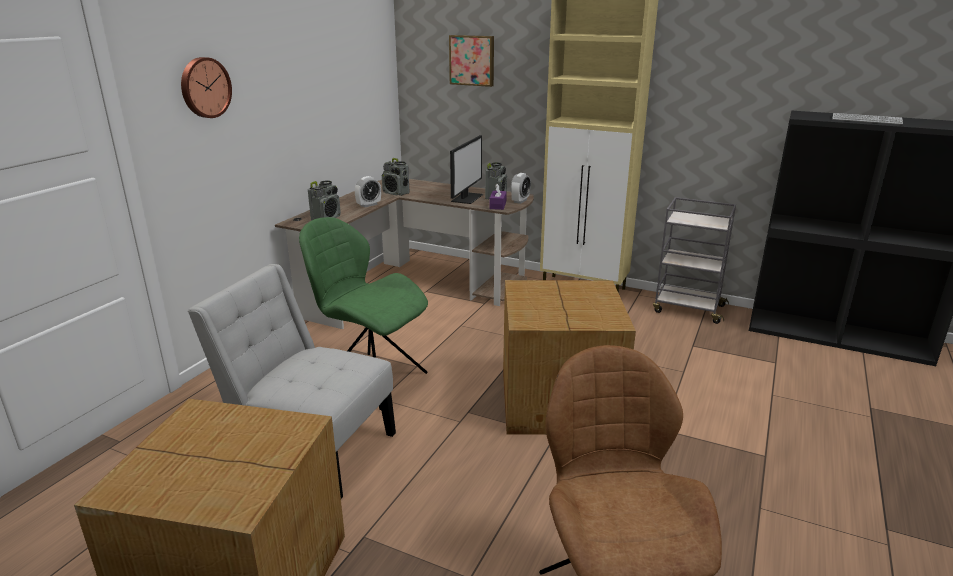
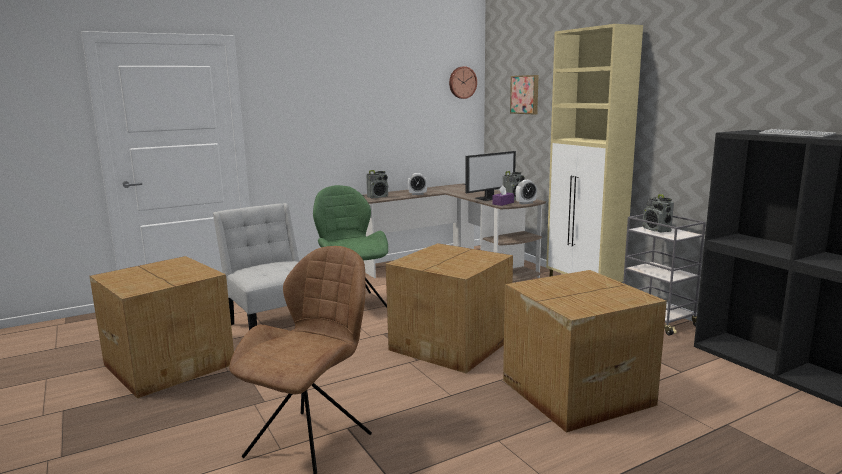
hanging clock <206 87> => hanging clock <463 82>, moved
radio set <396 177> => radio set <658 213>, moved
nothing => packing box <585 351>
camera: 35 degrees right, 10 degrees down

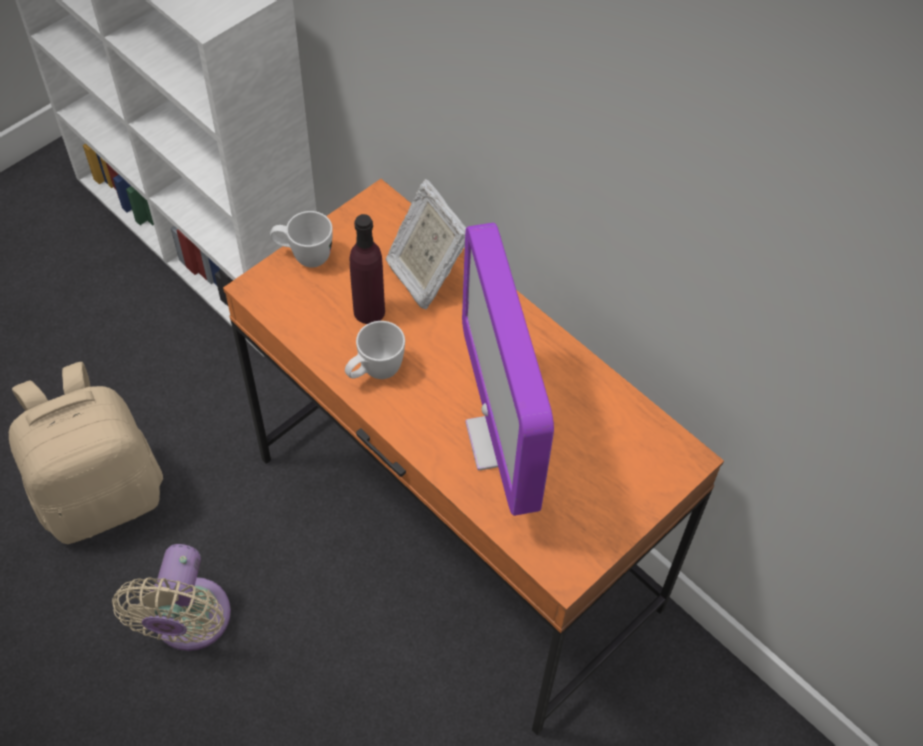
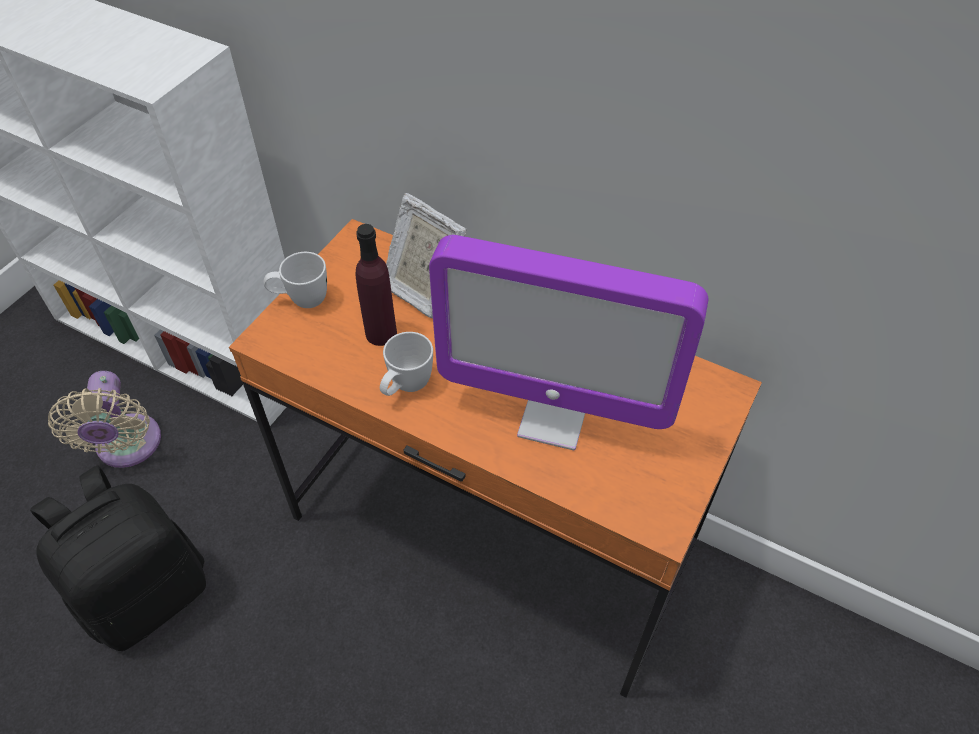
computer display <508 369> => computer display <569 342>, 45 degrees counterclockwise
beige rucksack <86 453> => black-coloured rucksack <118 558>
beige cooling fan <171 597> => beige cooling fan <104 419>, moved
camera: 15 degrees left, 5 degrees down

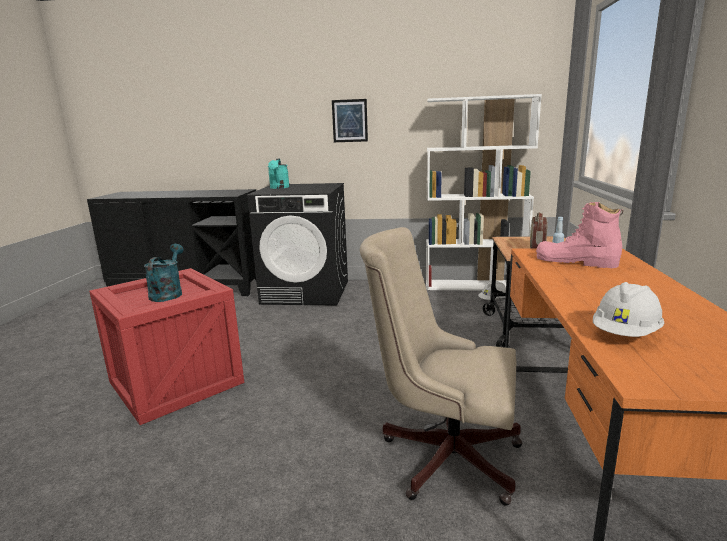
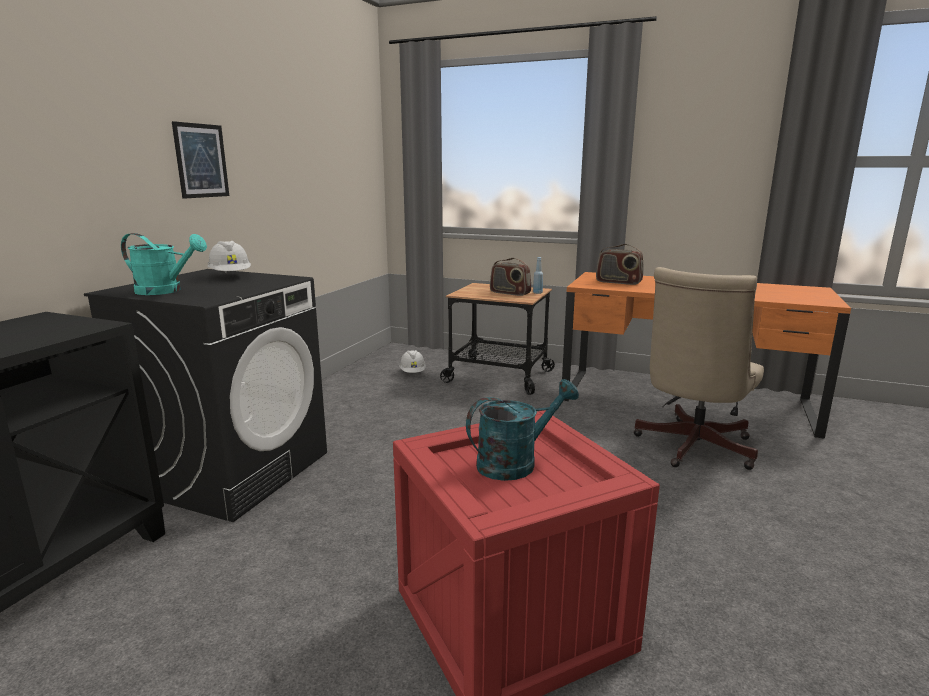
white bookcase <484 192> => nothing
pink-coloured high-top boot <579 235> => radio set <620 264>
blue-green watering can <164 273> => blue-green watering can <522 430>, 135 degrees clockwise
white work helmet <628 309> => white work helmet <229 257>, moved
camera: 75 degrees left, 0 degrees up

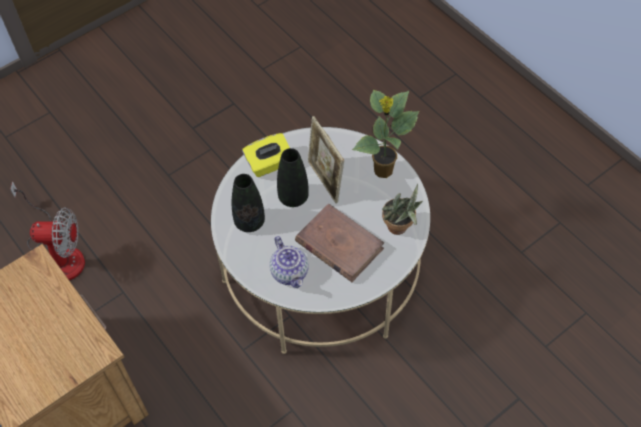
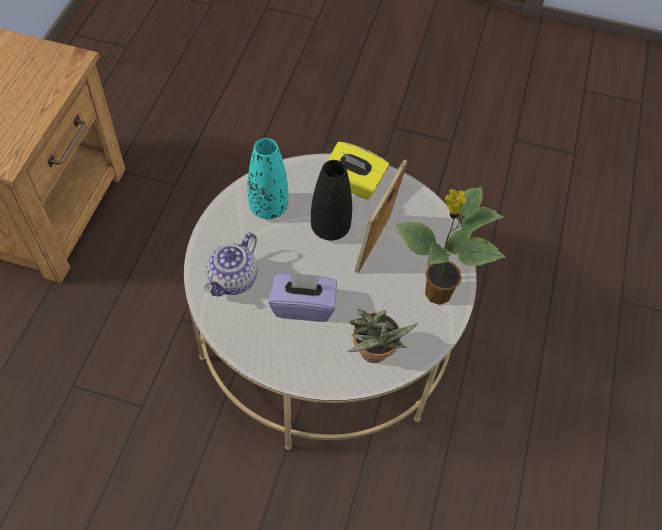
black-coloured vase <248 203> => blue-green vase <268 178>
cooling fan <47 230> => nothing
brown-coloured volume <339 242> => purple-coloured tissue box <303 297>
camera: 50 degrees right, 0 degrees up

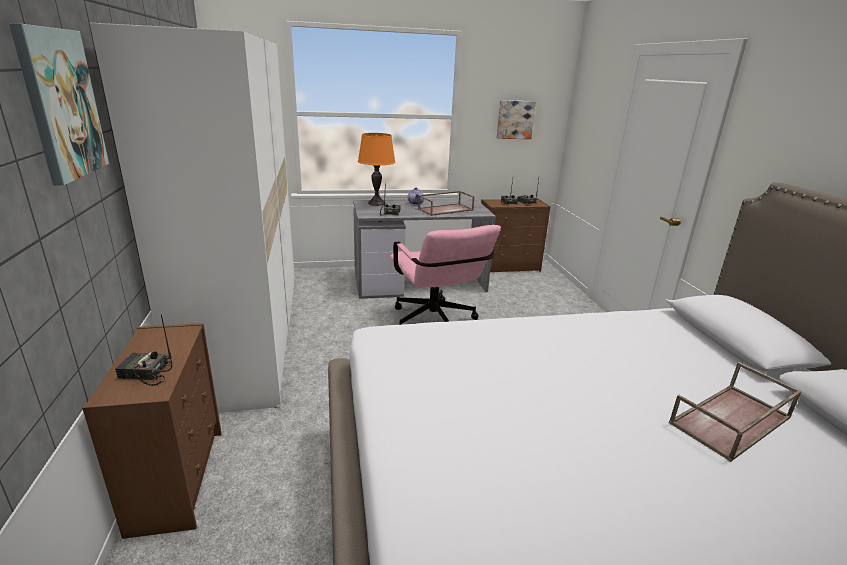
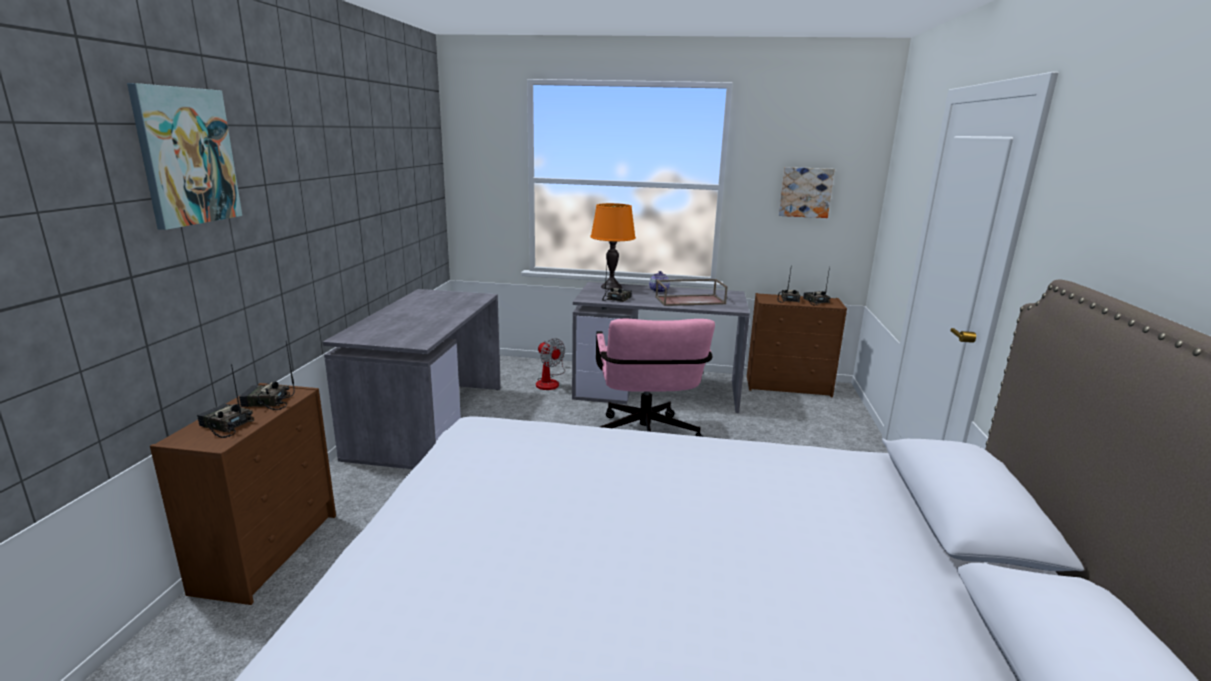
white wardrobe <192 218> => greyish desk <412 379>
brown-coloured serving tray <735 412> => nothing
nothing => cooling fan <550 364>
nothing => radio set <267 375>
camera: 20 degrees right, 5 degrees down

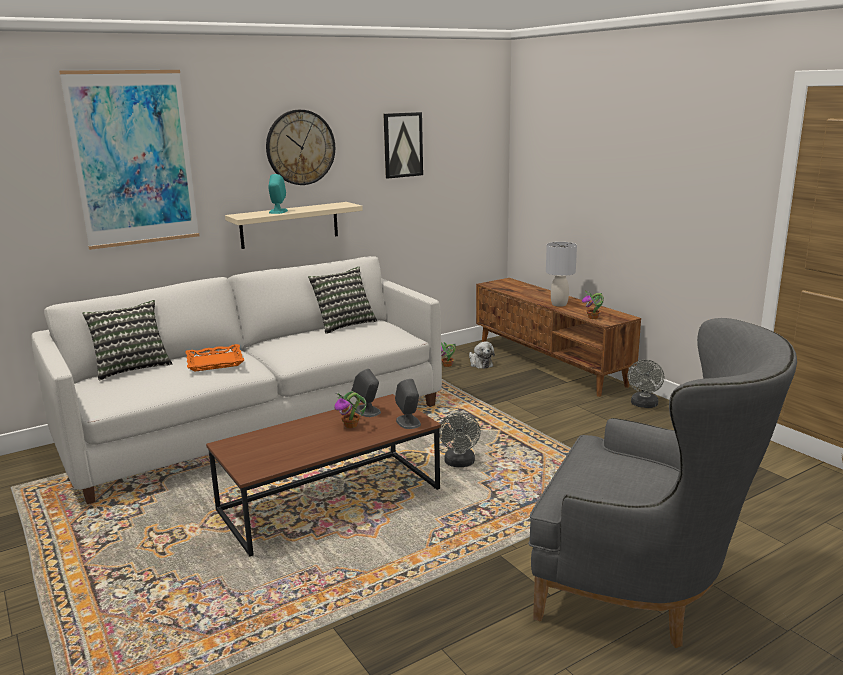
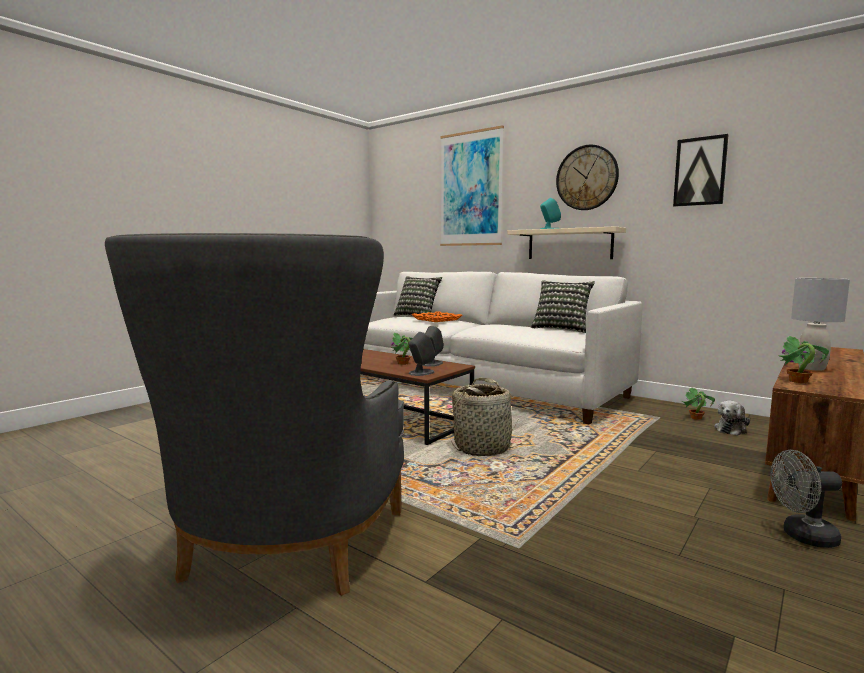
greyish cooling fan <460 439> => storage basket <485 417>
camera: 70 degrees right, 10 degrees down

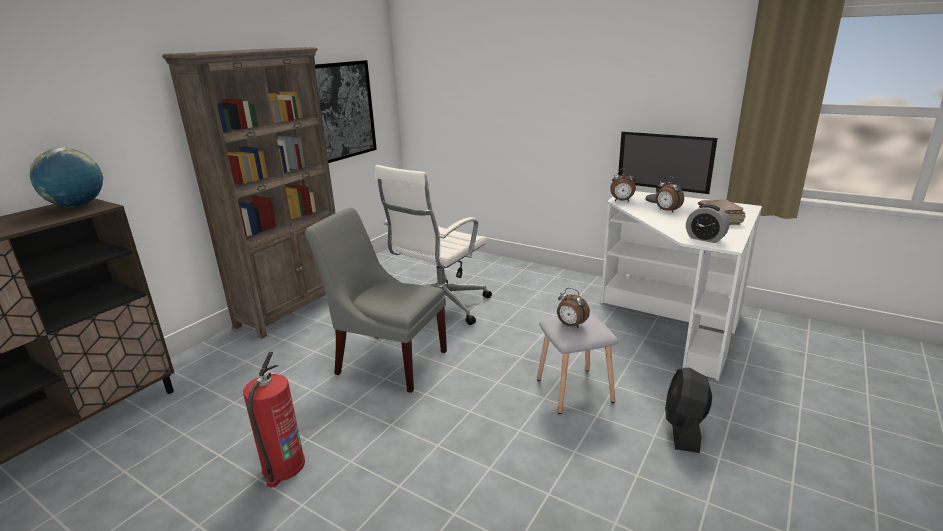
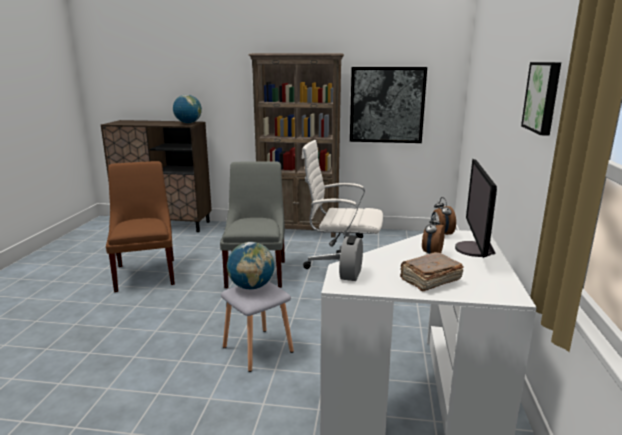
alarm clock <573 308> => globe <251 265>
fire extinguisher <274 419> => brown-coloured plain chair <140 226>
black-coloured cooling fan <688 410> => nothing
nothing => picture <541 98>
camera: 65 degrees right, 5 degrees down

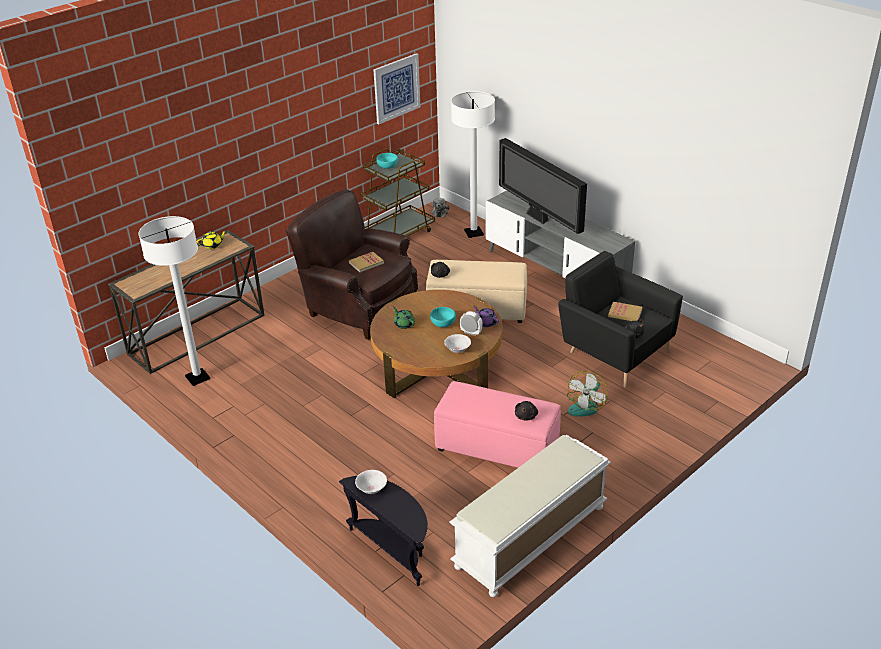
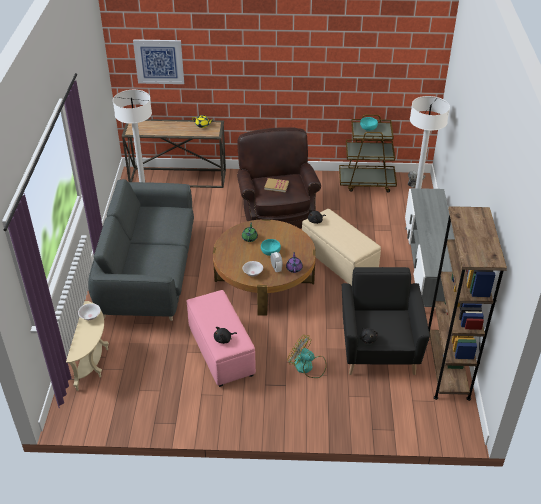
picture <396 88> => picture <158 61>, moved
television <543 186> => nothing
volume <625 311> => nothing
cooling fan <587 394> => cooling fan <307 356>, 45 degrees clockwise
white indoor bench <530 516> => nothing
black-coloured accent table <383 531> => beige accent table <87 346>
nothing => greyish couch <141 250>
nothing => brown-coloured bookcase <467 303>
camera: 45 degrees right, 5 degrees up

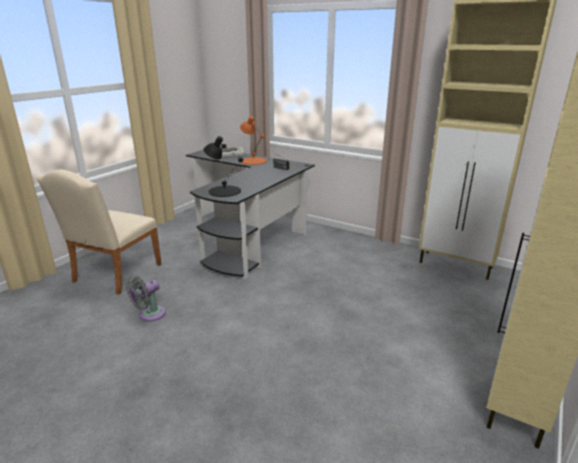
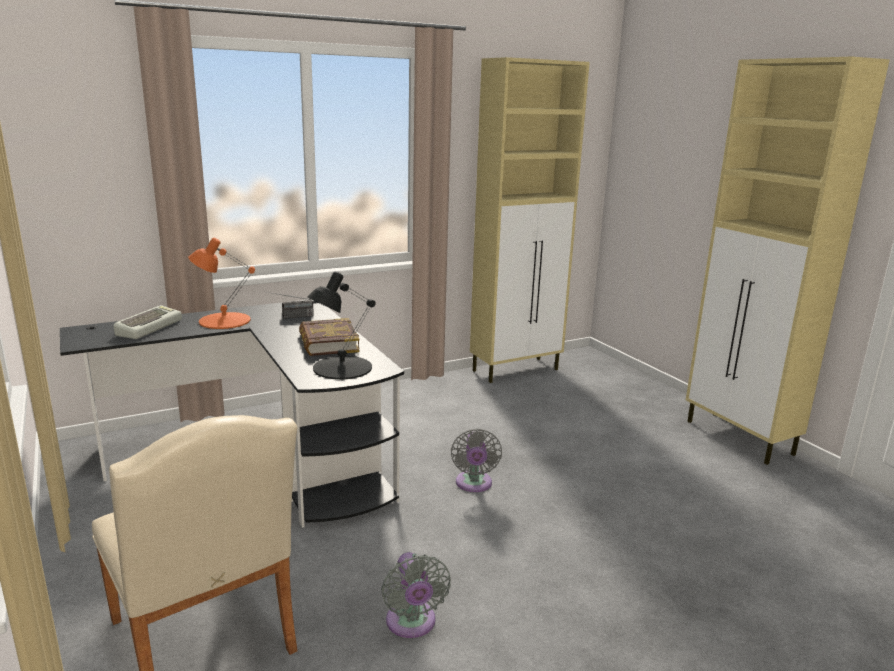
nothing => volume <329 337>
nothing => greyish cooling fan <476 460>
camera: 60 degrees left, 5 degrees down

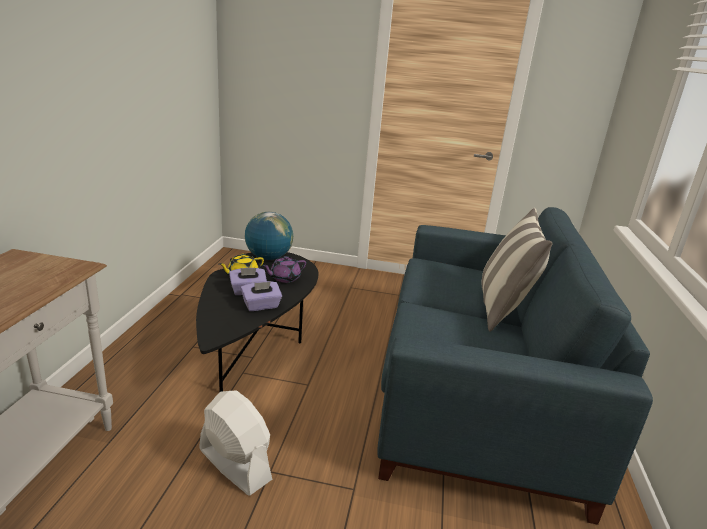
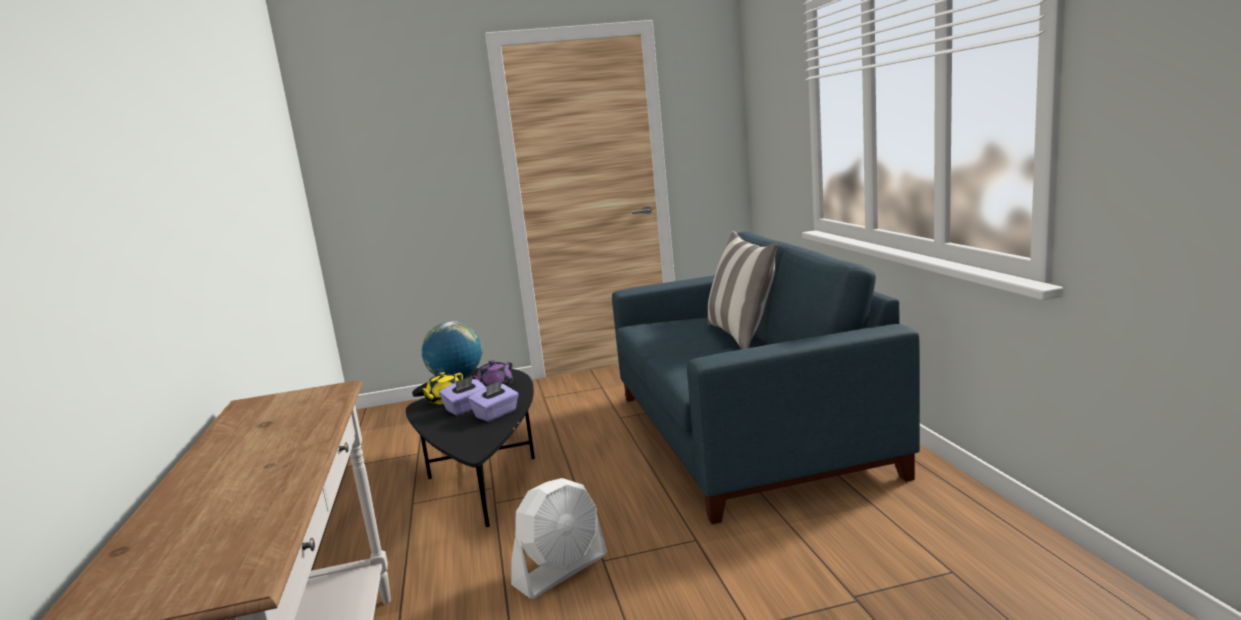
white cooling fan <235 442> => white cooling fan <559 538>, 120 degrees clockwise
camera: 20 degrees left, 10 degrees down

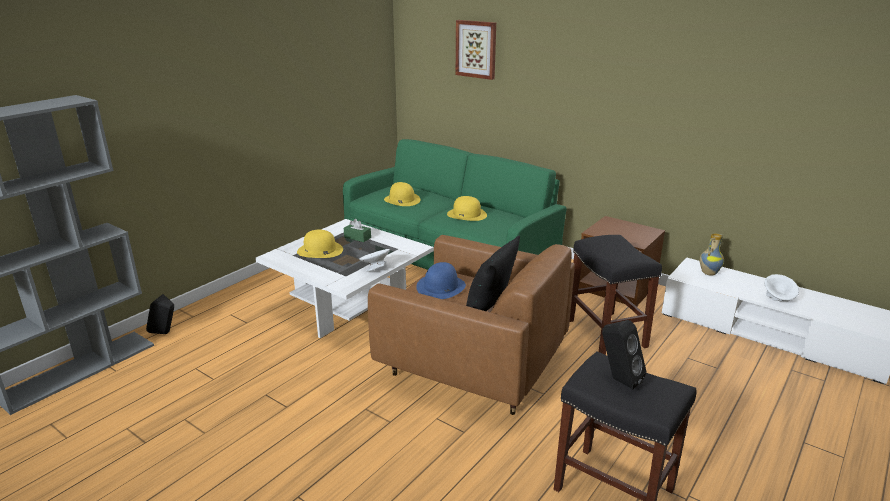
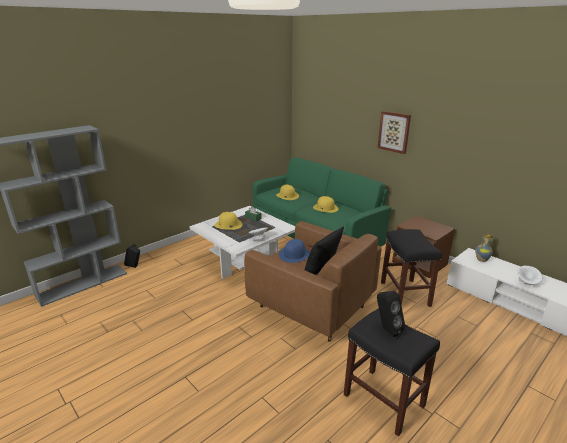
picture <476 50> => picture <394 132>, moved
camera: 10 degrees right, 0 degrees up

